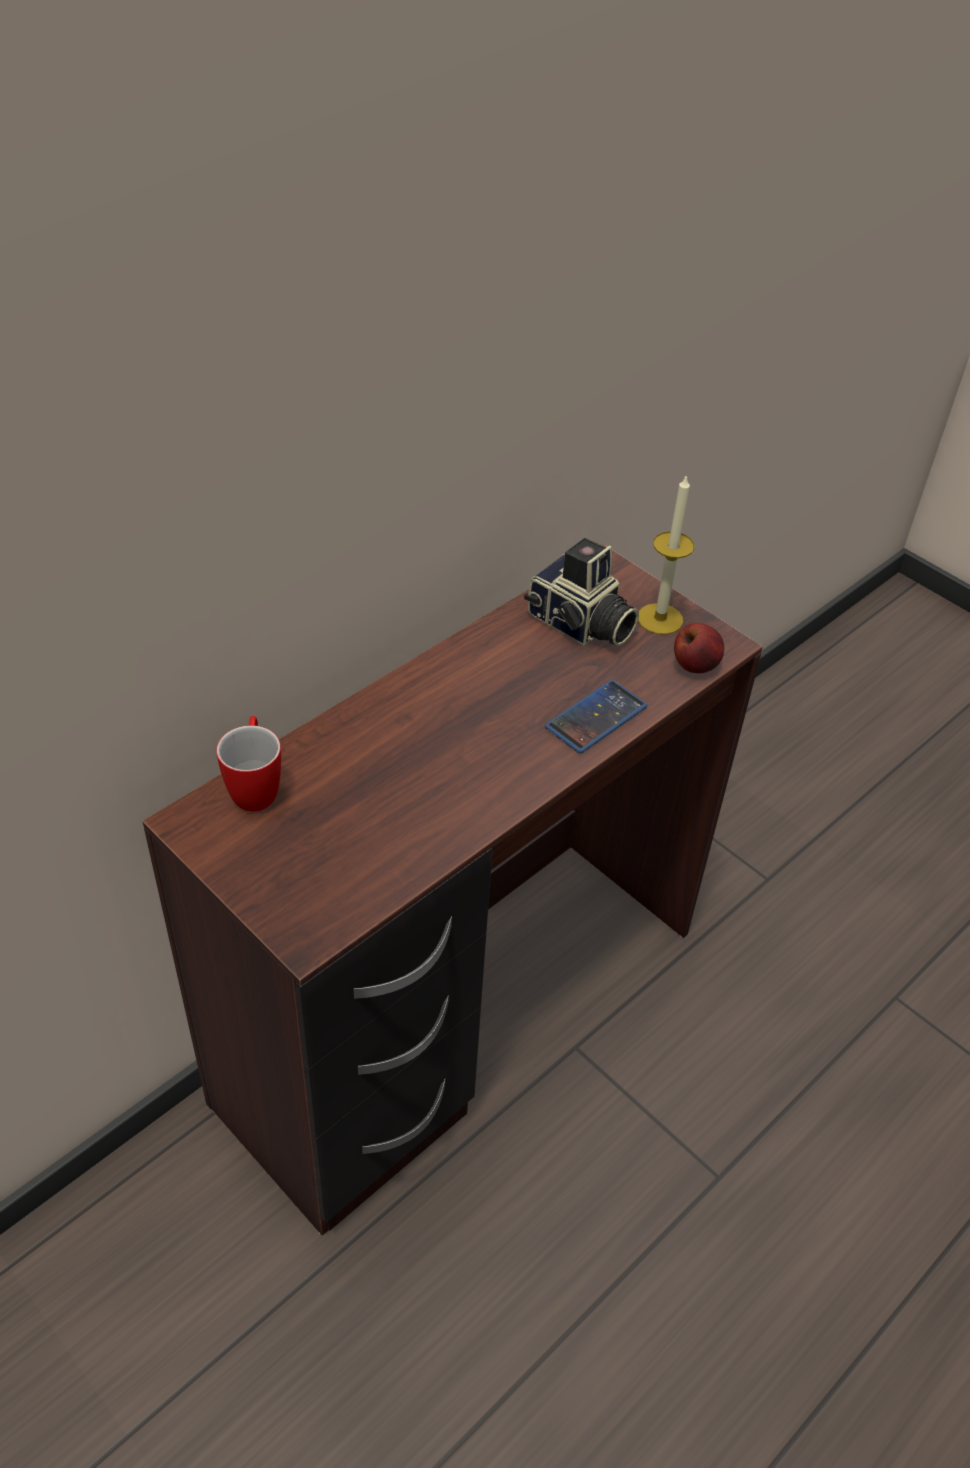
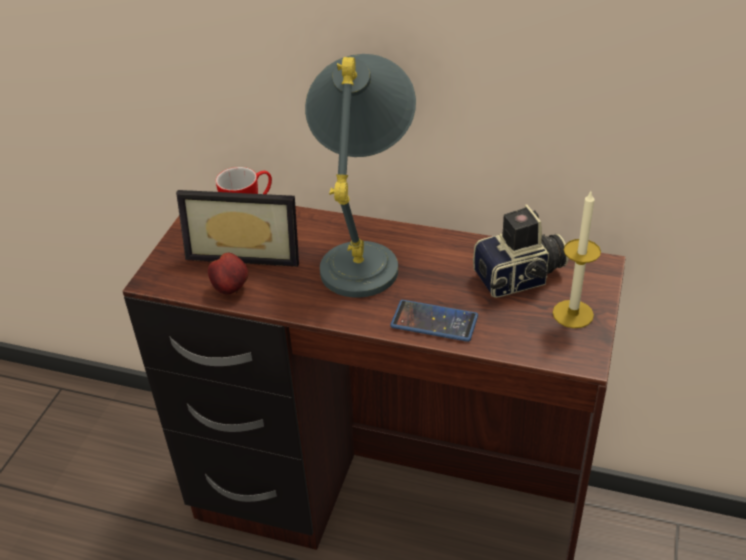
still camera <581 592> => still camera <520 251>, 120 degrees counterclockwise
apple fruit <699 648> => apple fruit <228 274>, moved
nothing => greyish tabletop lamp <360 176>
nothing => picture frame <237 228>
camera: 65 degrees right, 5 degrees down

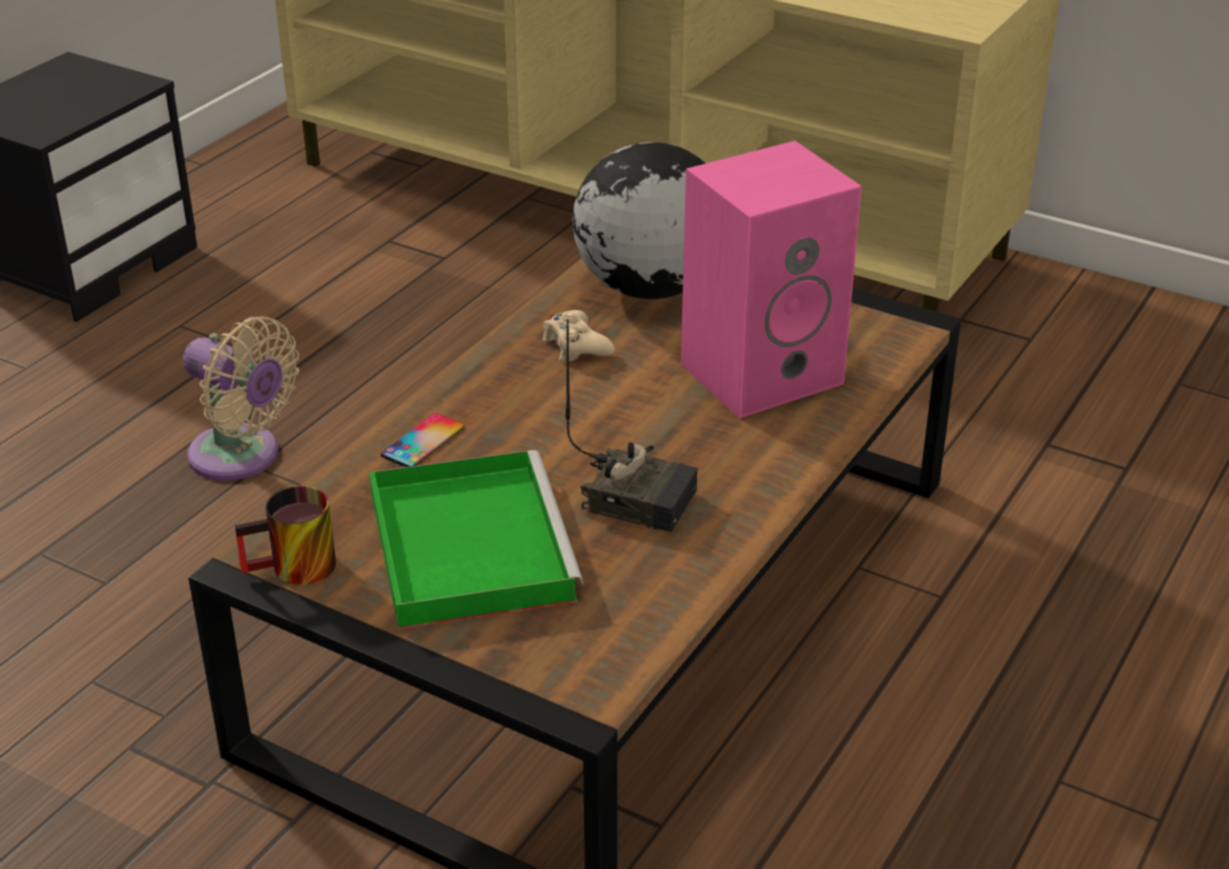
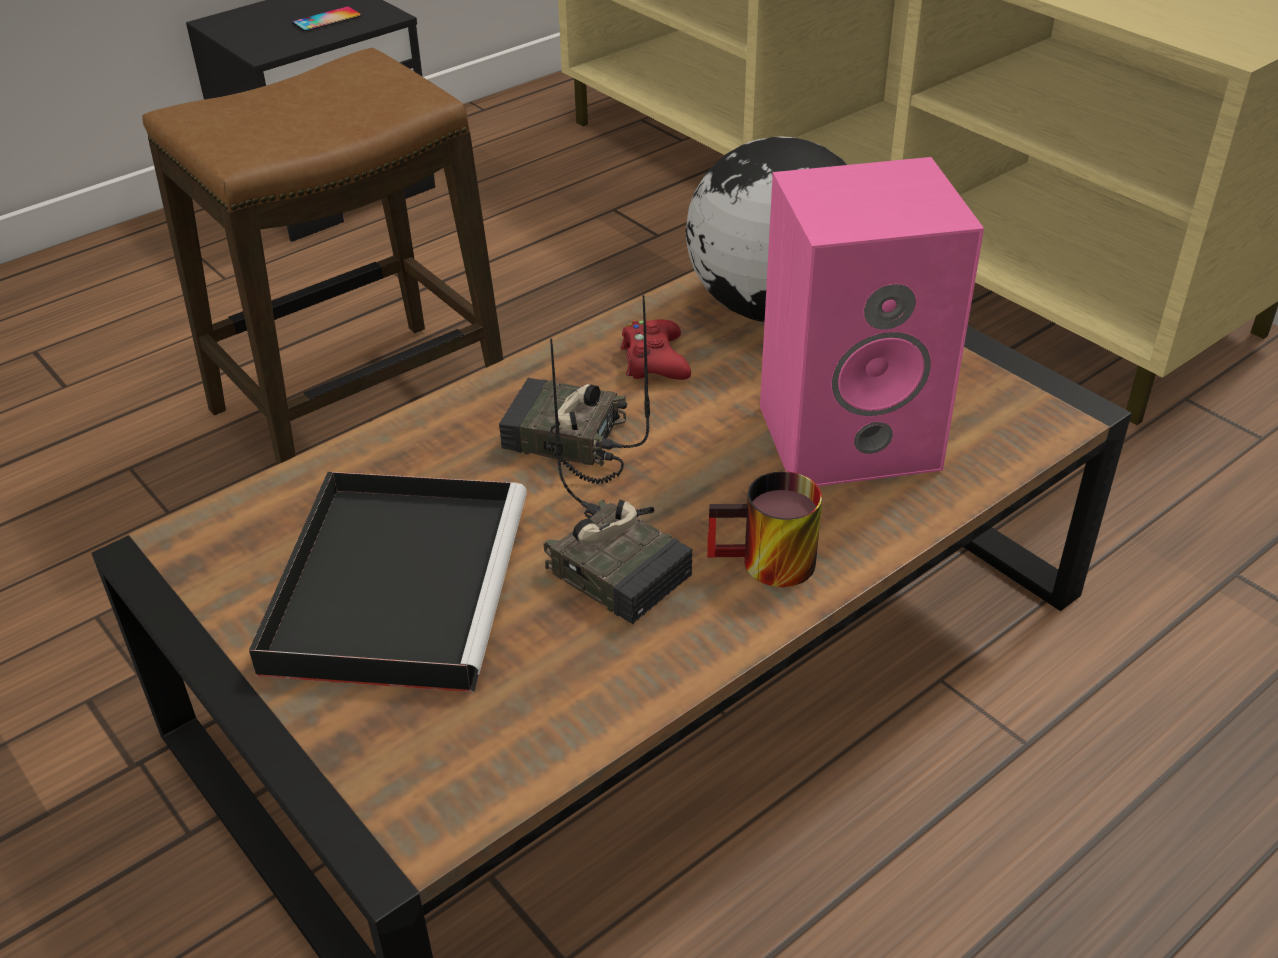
beige gamepad <578 335> => red-coloured gamepad <656 349>
beige cooling fan <241 398> => sitting stool <322 256>
phone <423 440> => phone <326 19>, moved
green-coloured serving tray <476 539> => black-coloured serving tray <388 582>
mug <285 535> => mug <764 529>, moved
nothing => radio set <574 389>
camera: 20 degrees right, 5 degrees up

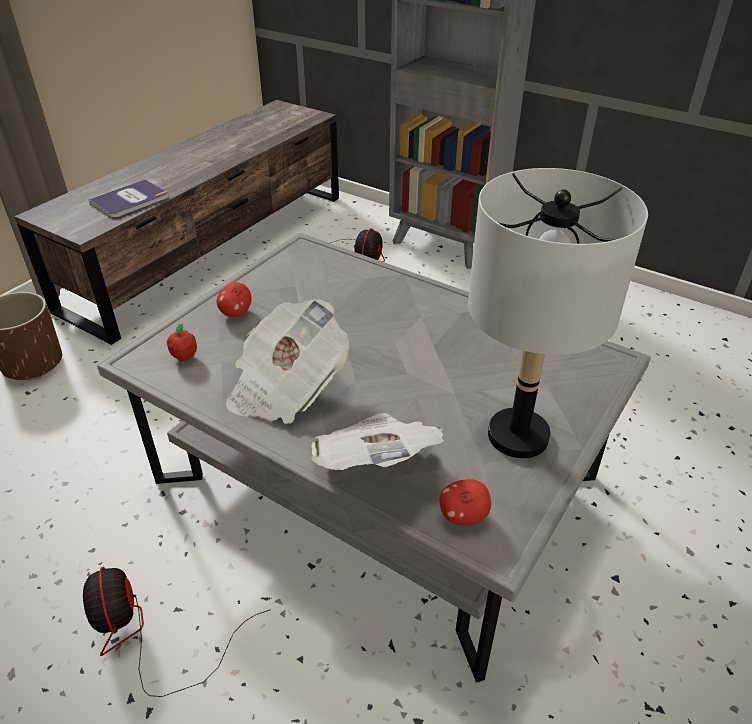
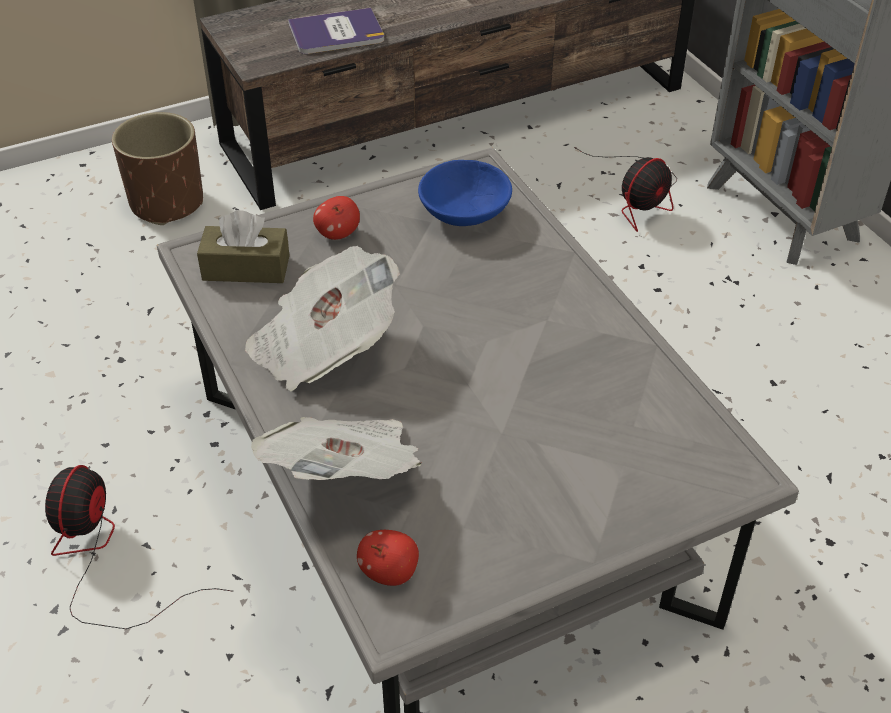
greyish tabletop lamp <558 313> => nothing
apple fruit <182 342> => brown-coloured tissue box <243 246>
nothing => blue-coloured deep dish <465 193>
camera: 30 degrees right, 5 degrees up

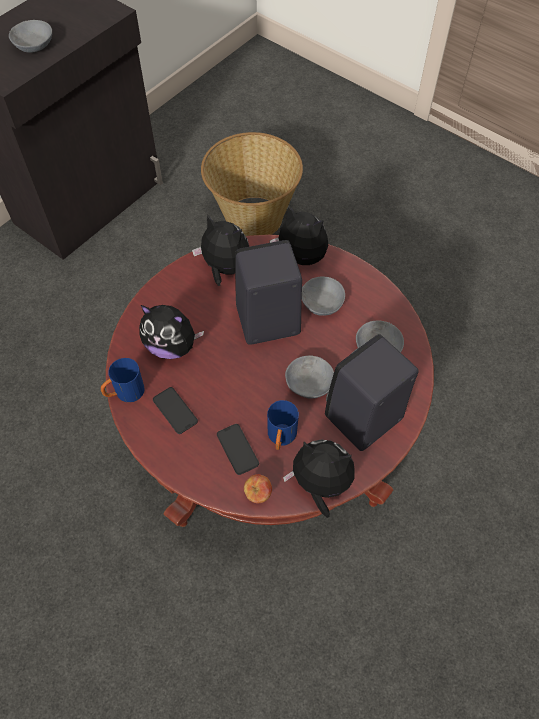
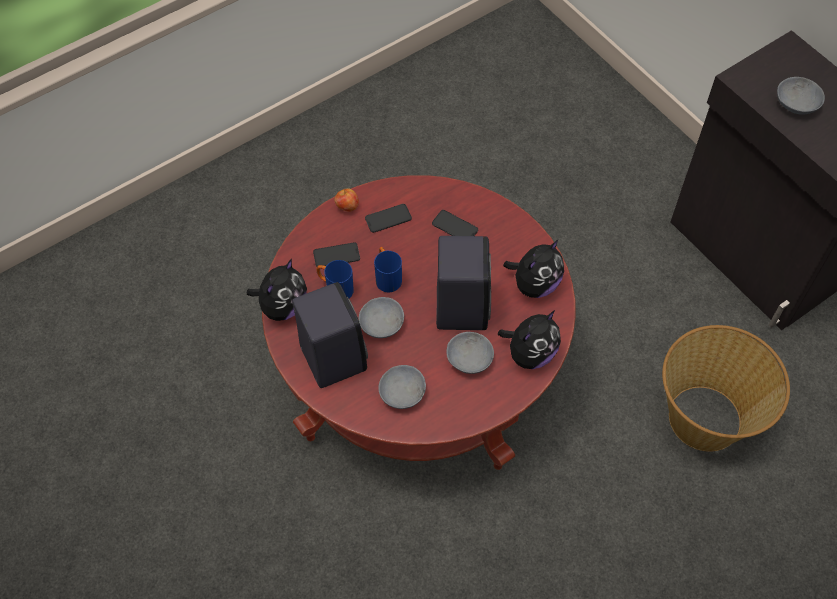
soft toy <171 332> => phone <455 223>
blue-coloured mug <123 380> => blue-coloured mug <388 269>, moved
apple fruit <258 488> => apple fruit <347 200>, moved
camera: 105 degrees right, 0 degrees up

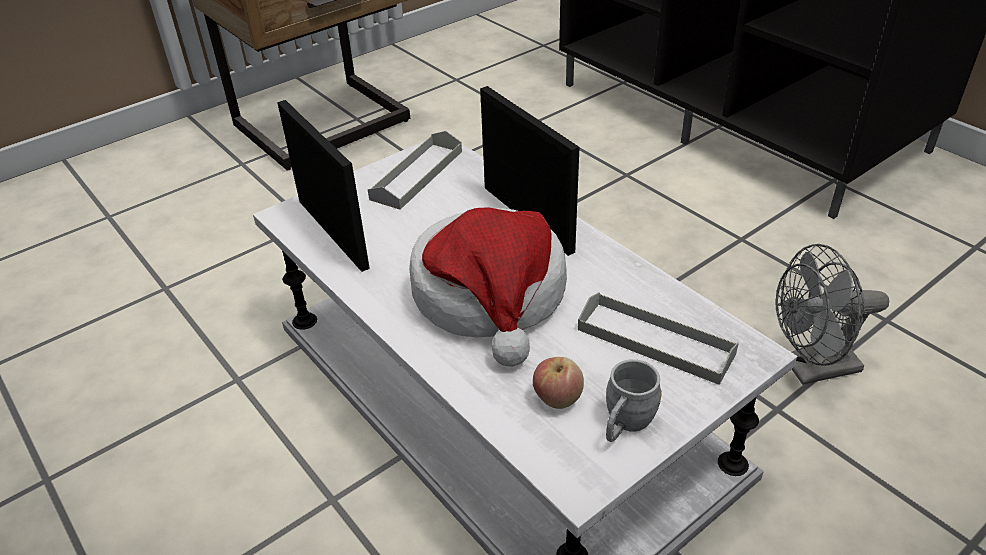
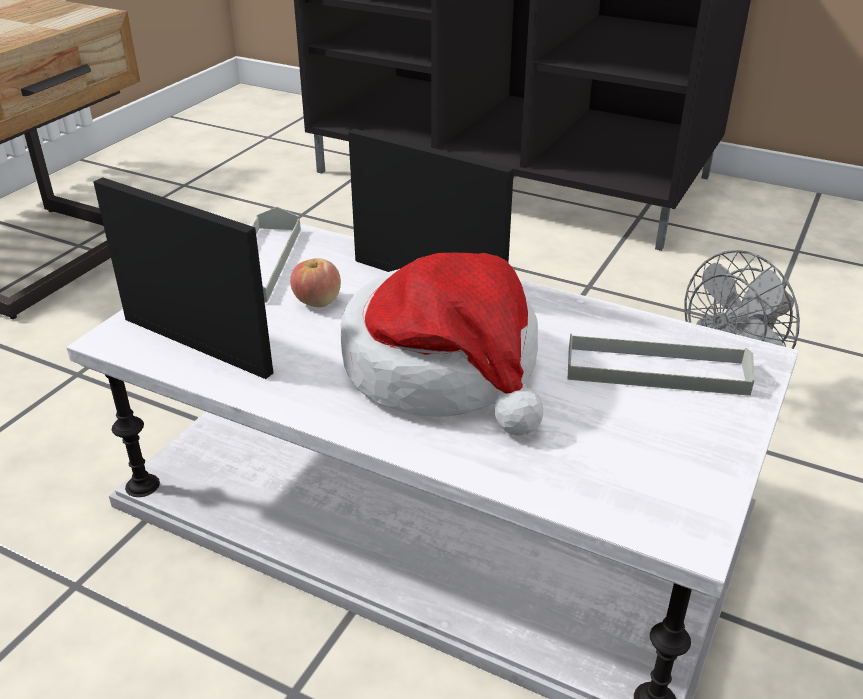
apple fruit <558 383> => apple fruit <315 282>, moved
greyish mug <634 400> => nothing
camera: 25 degrees left, 5 degrees down

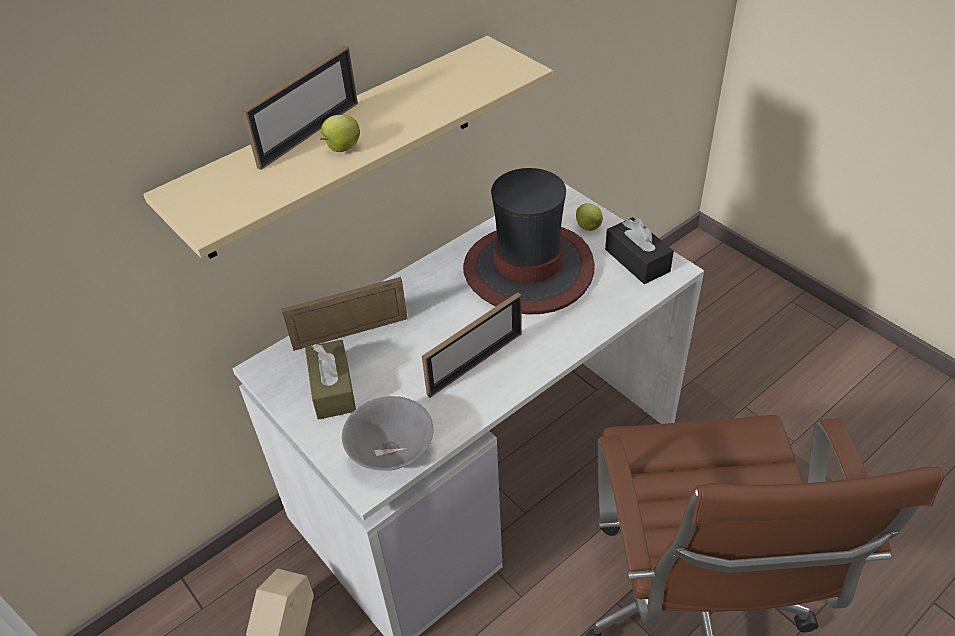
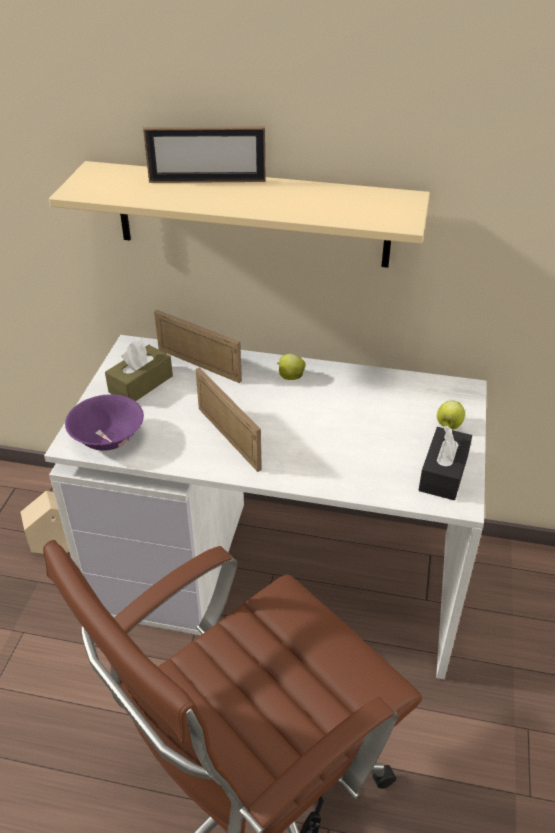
apple fruit <340 133> => apple fruit <291 367>, moved
clothing hat <529 241> => nothing
picture frame <472 345> => picture frame <228 420>, 135 degrees counterclockwise
greyish deep dish <388 433> => purple-coloured deep dish <104 422>
camera: 50 degrees right, 5 degrees down

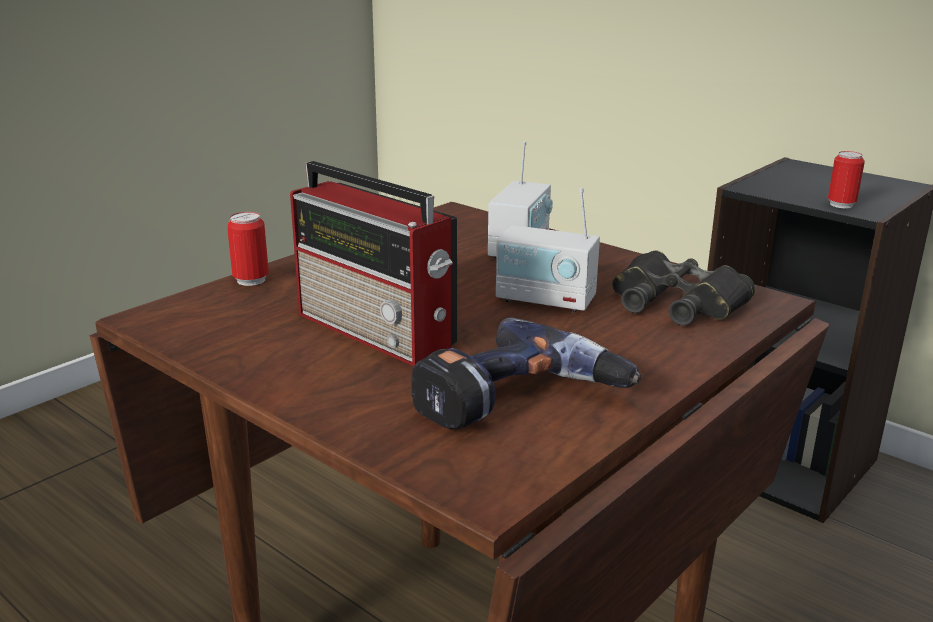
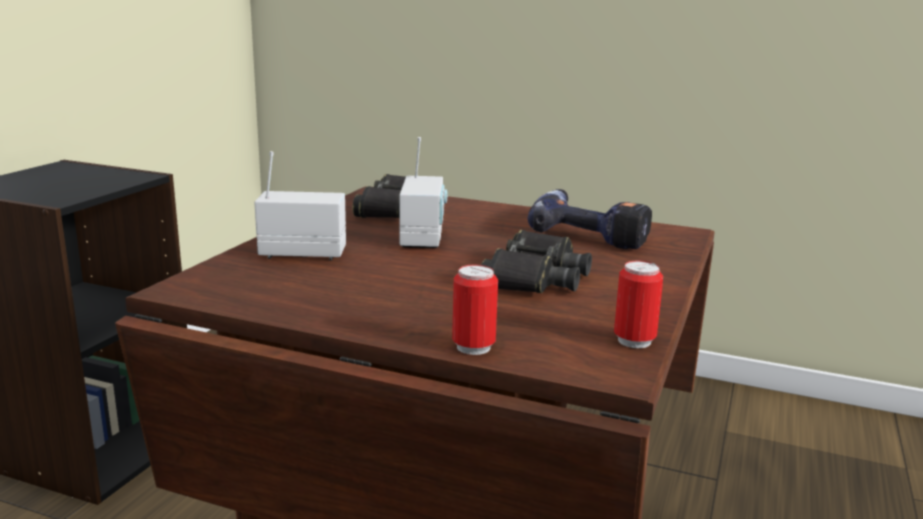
can <846 179> => can <638 304>, moved
radio set <373 263> => black-coloured binoculars <536 261>
camera: 110 degrees left, 5 degrees down

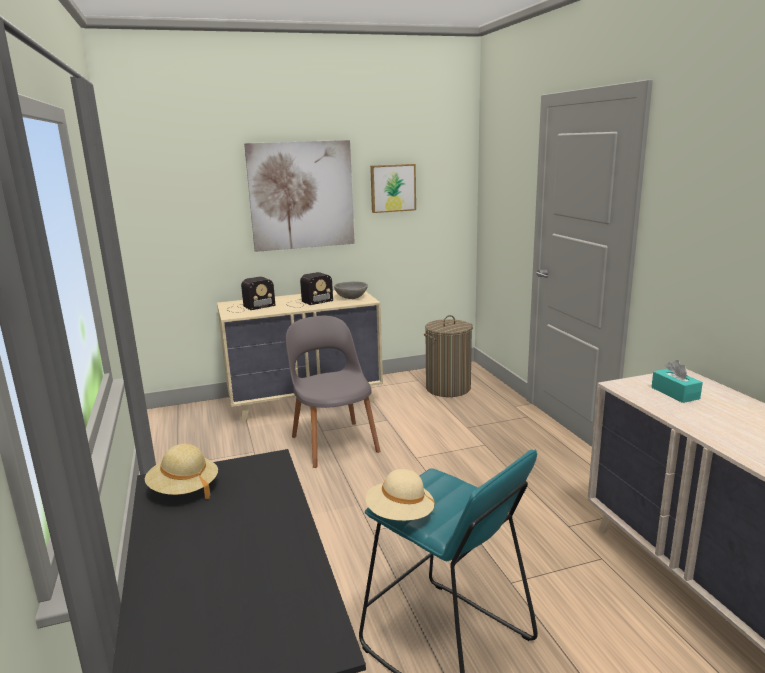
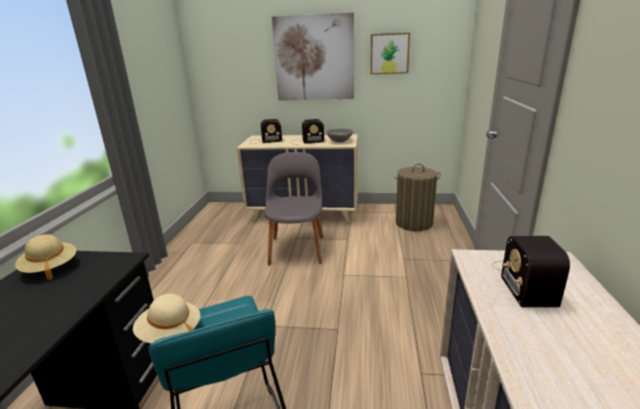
blue-green tissue box <677 381> => radio set <531 271>
camera: 25 degrees right, 5 degrees up

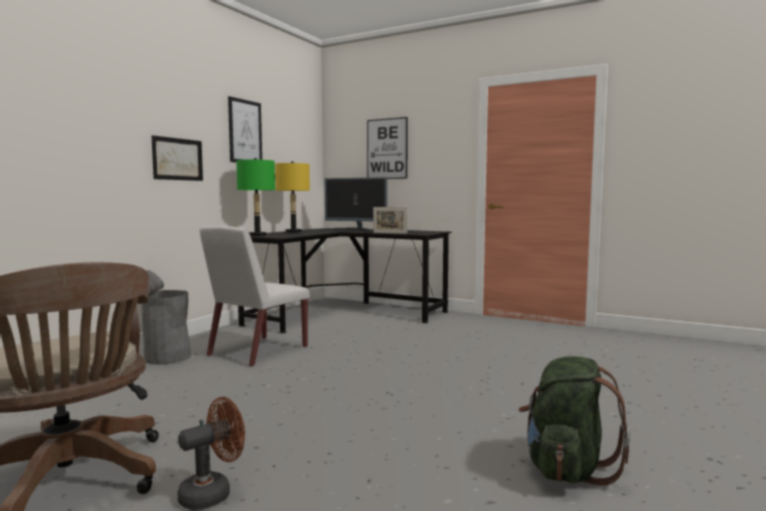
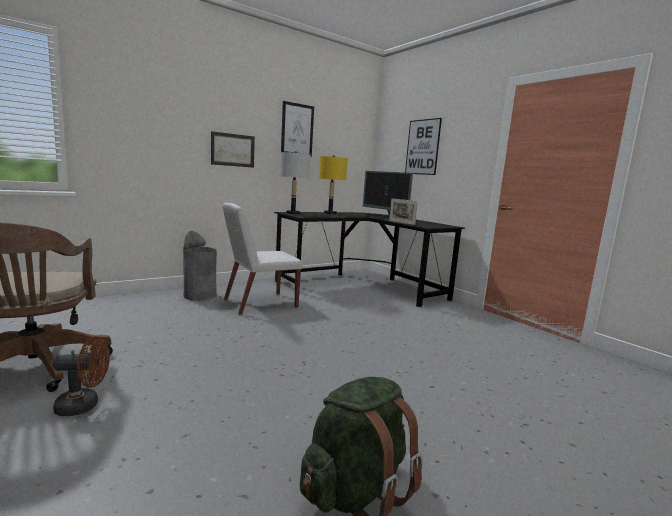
green-coloured tabletop lamp <255 197> => greyish tabletop lamp <295 182>
camera: 25 degrees right, 5 degrees up

